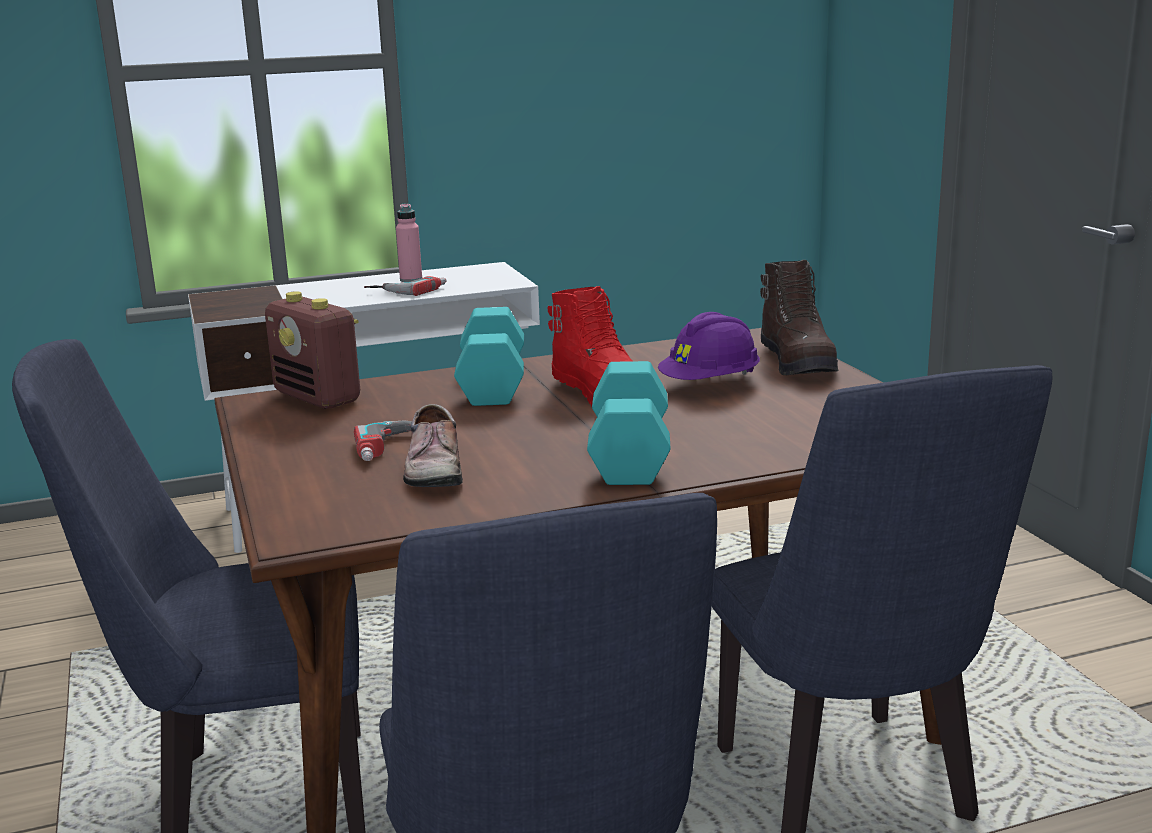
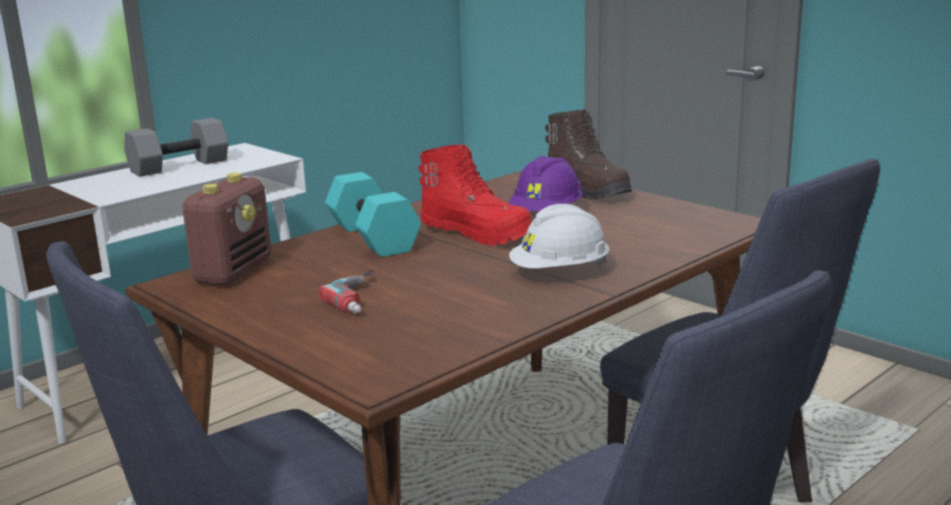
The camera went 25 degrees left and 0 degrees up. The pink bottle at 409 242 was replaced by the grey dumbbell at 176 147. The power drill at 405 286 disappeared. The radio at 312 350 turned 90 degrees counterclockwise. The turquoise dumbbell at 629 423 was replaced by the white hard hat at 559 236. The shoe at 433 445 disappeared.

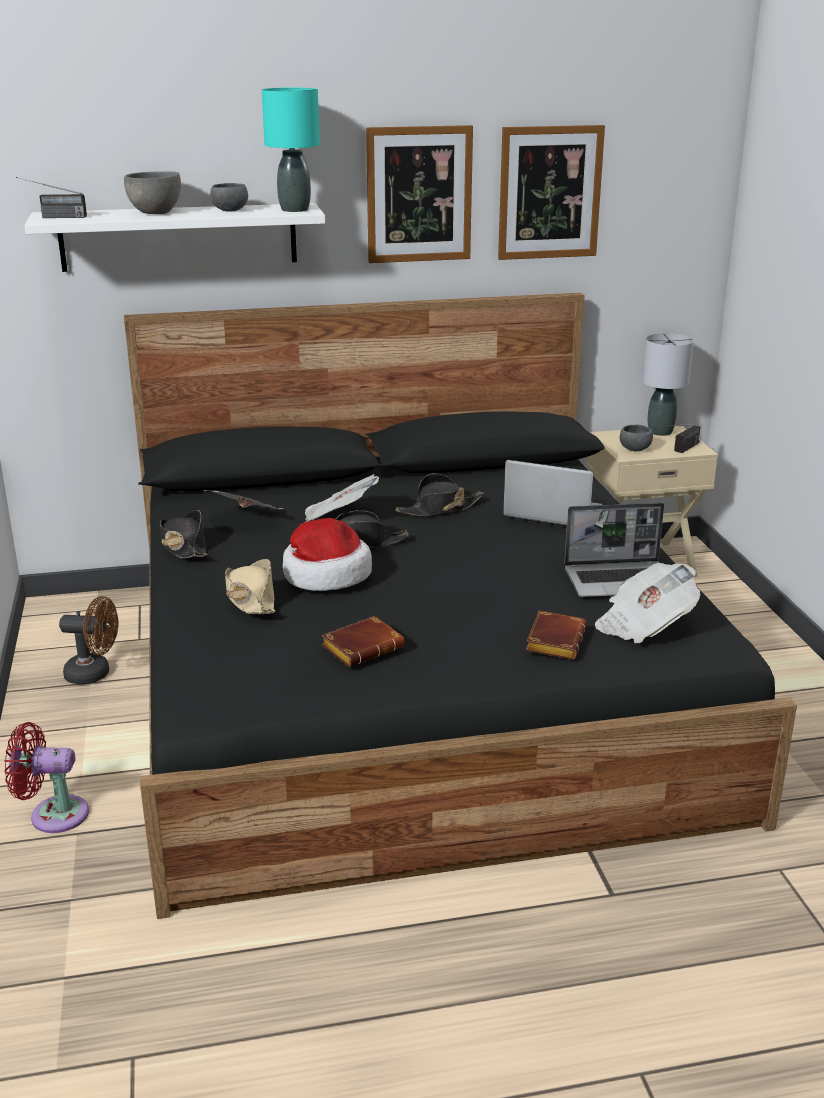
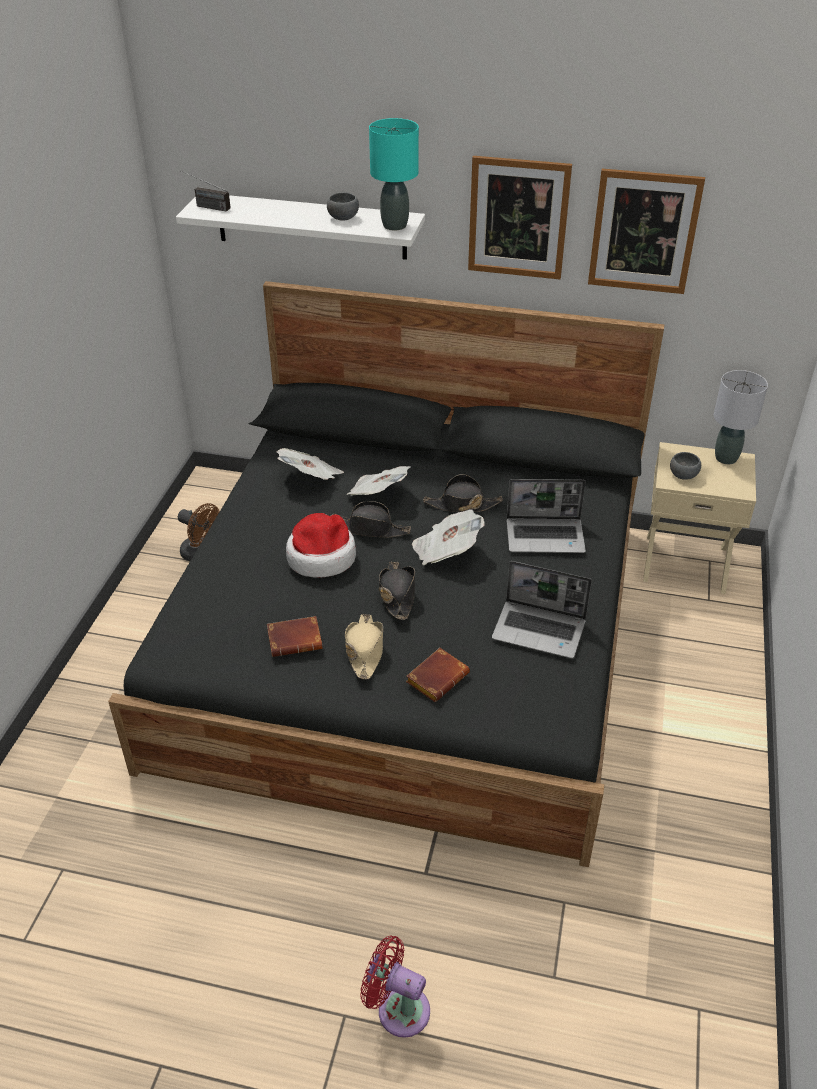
The camera went 25 degrees right and 15 degrees up. The grey bowl at 152 192 disappeared. The radio at 686 438 disappeared. The laptop at 553 493 turned 135 degrees clockwise. The black hat moved from 183 534 to 397 591. The beige hat moved from 250 586 to 364 647. The newspaper moved from 647 603 to 448 537. The red fan moved from 46 777 to 395 987.

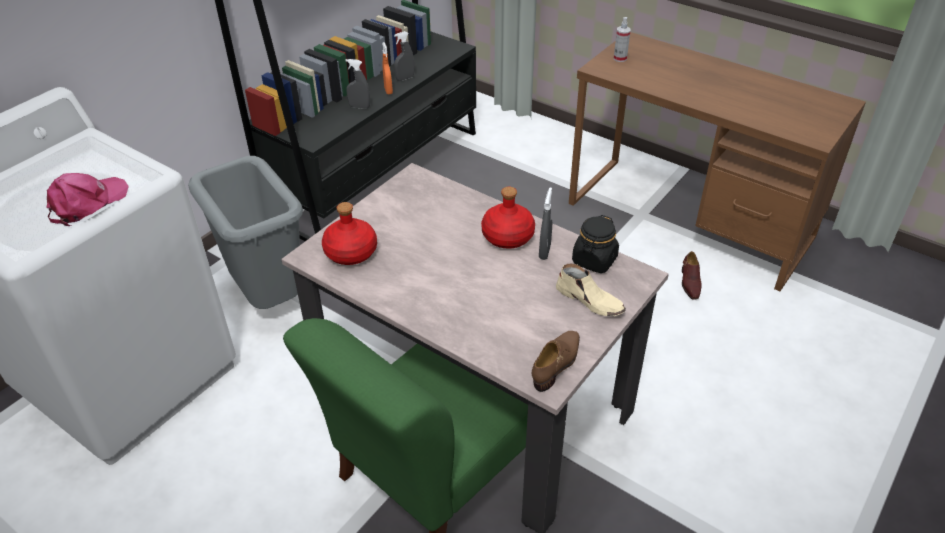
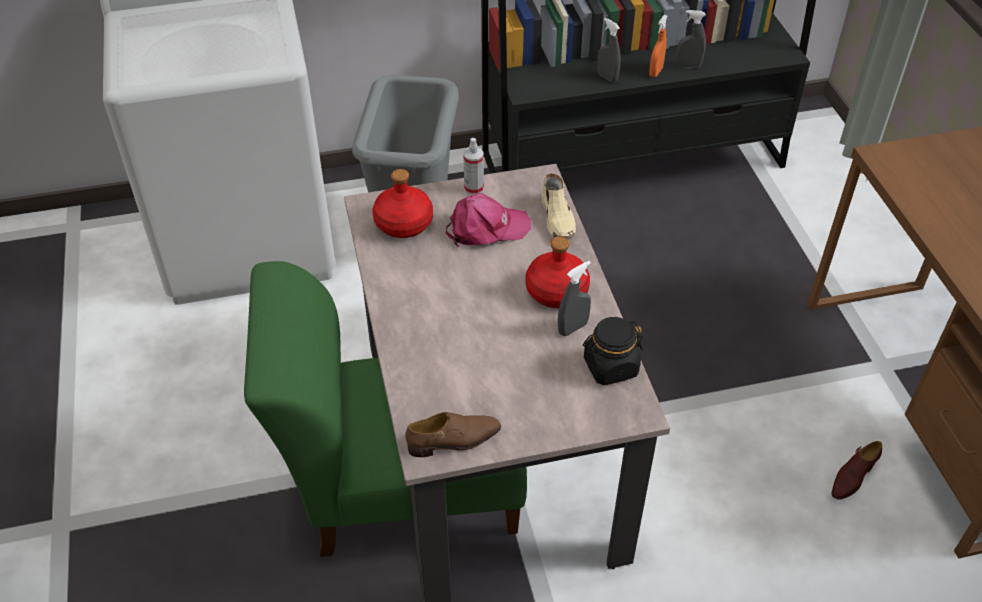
The camera went 40 degrees right and 5 degrees up. The spray bottle moved from 622 39 to 473 166. The pink cap moved from 87 199 to 488 220. The beige shoe moved from 591 290 to 559 206.

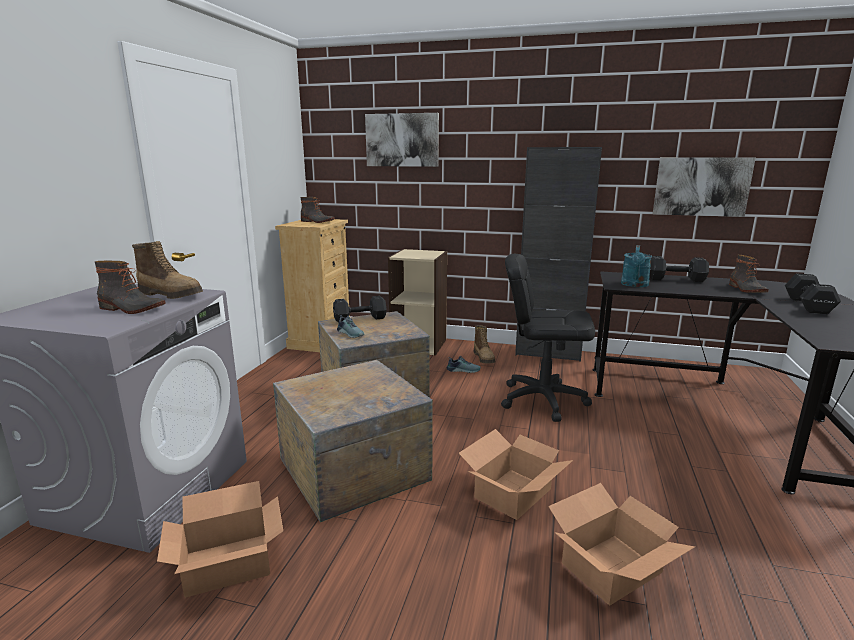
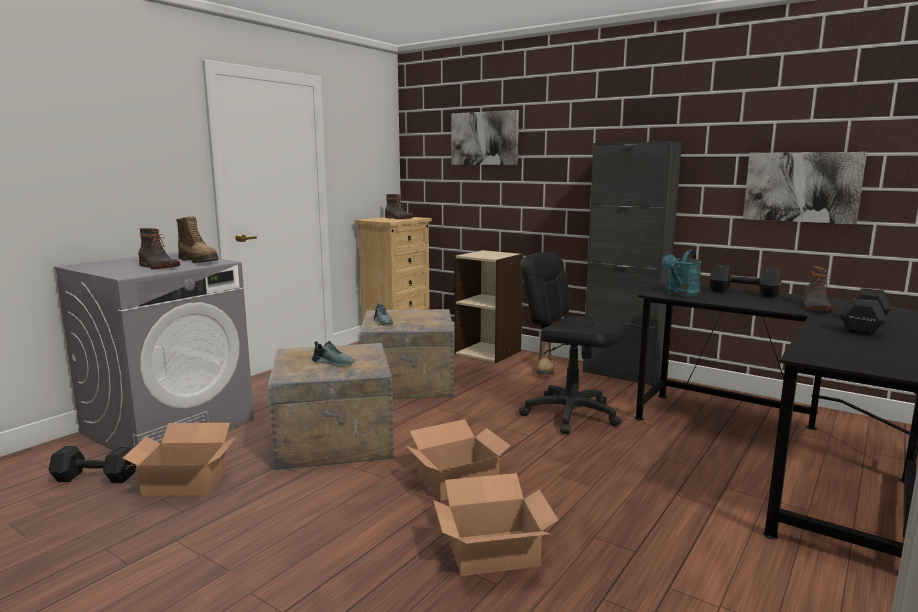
The camera went 20 degrees right and 5 degrees down. The black dumbbell moved from 360 309 to 92 464. The shoe moved from 464 364 to 333 354.

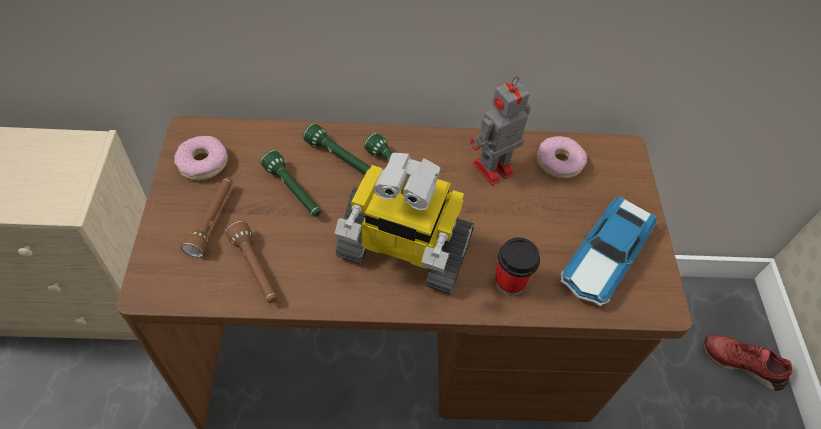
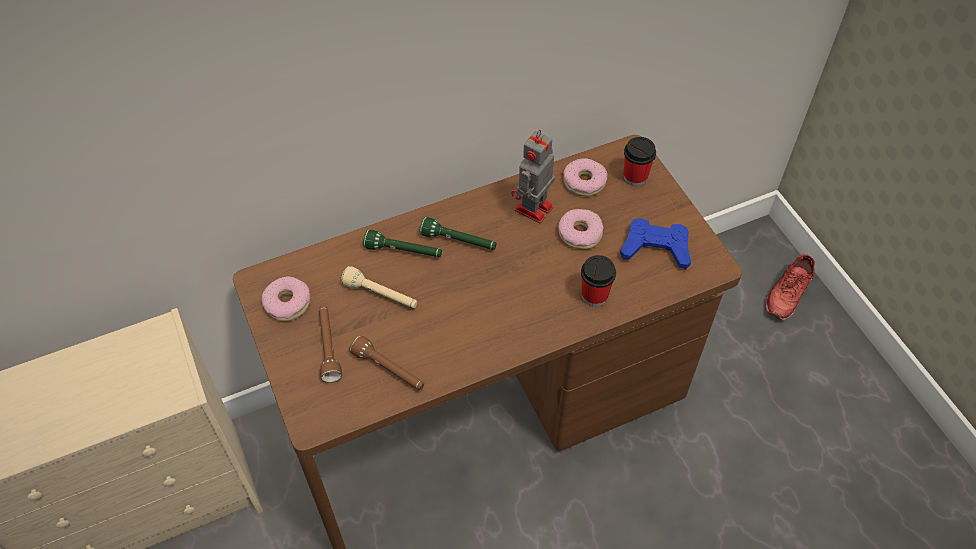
The camera went 20 degrees left and 0 degrees up. The green flashlight at 291 183 became the beige flashlight at 379 287. The toy robot at 405 223 disappeared. The toy car at 608 251 was replaced by the blue game controller at 655 243. The red shoe at 748 363 turned 60 degrees counterclockwise. The cup at 640 161 appeared. The donut at 580 229 appeared.

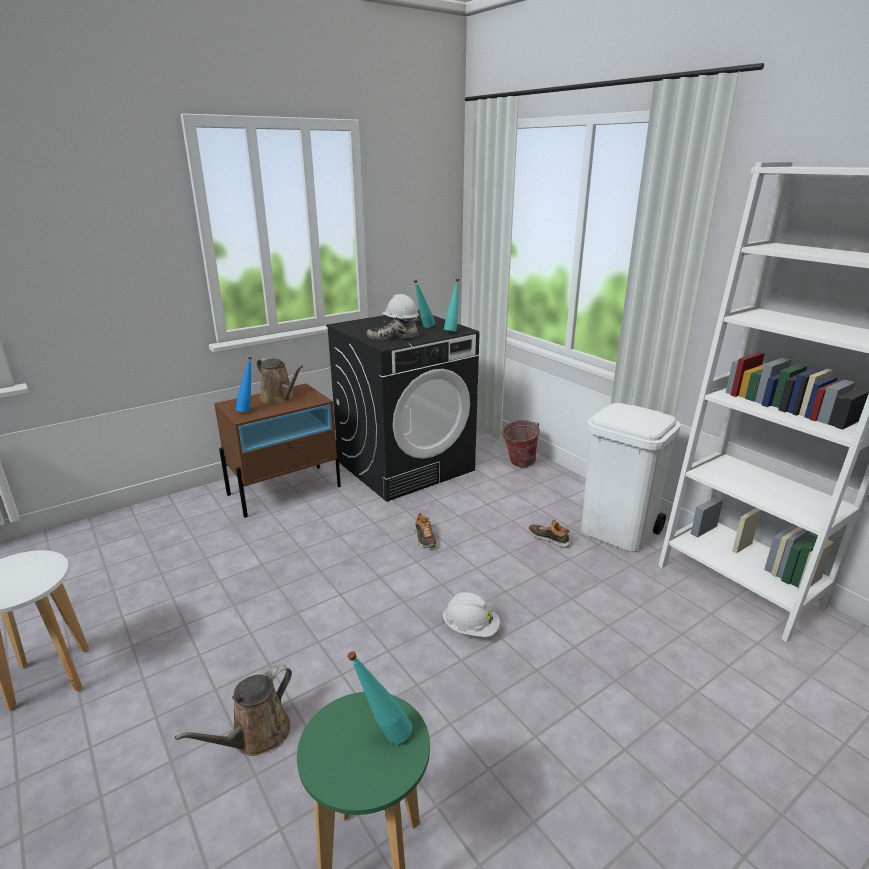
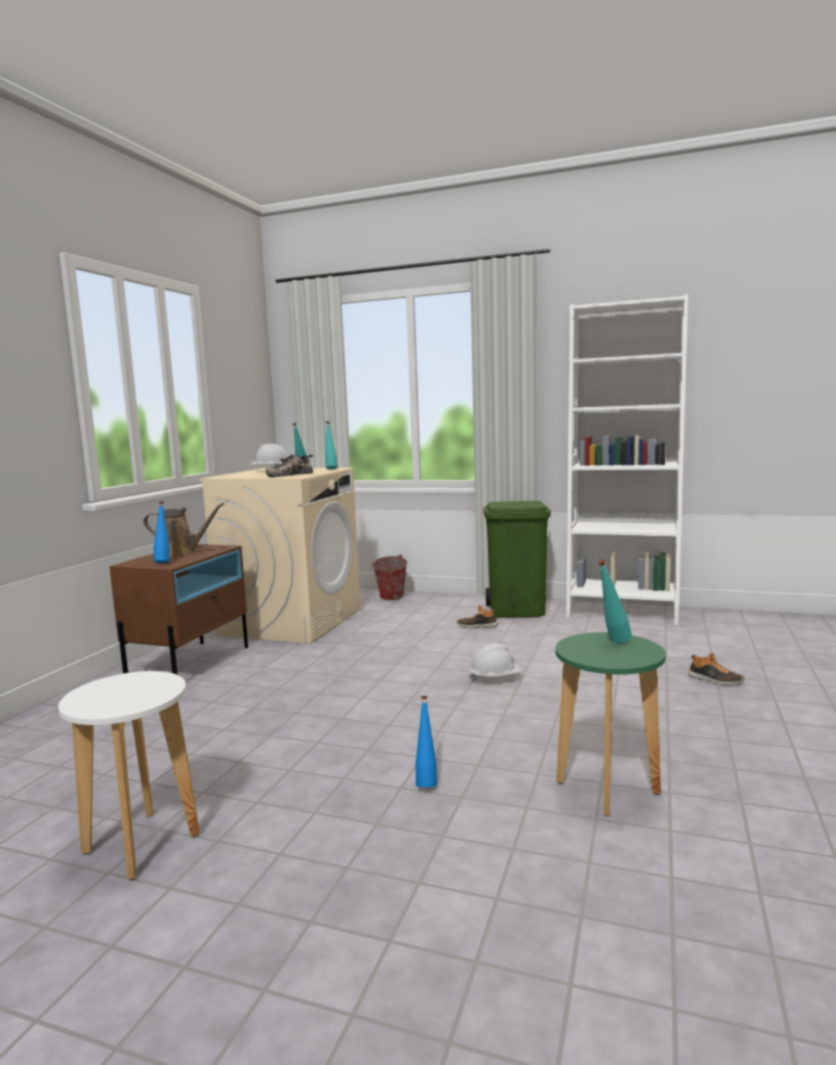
The camera went 35 degrees left and 15 degrees down. The black washing machine at 403 406 became the beige washing machine at 280 556. The white trash can at 631 477 became the green trash can at 517 559. The shoe moved from 426 530 to 716 669. The brown watering can at 233 710 was replaced by the blue bottle at 426 741.

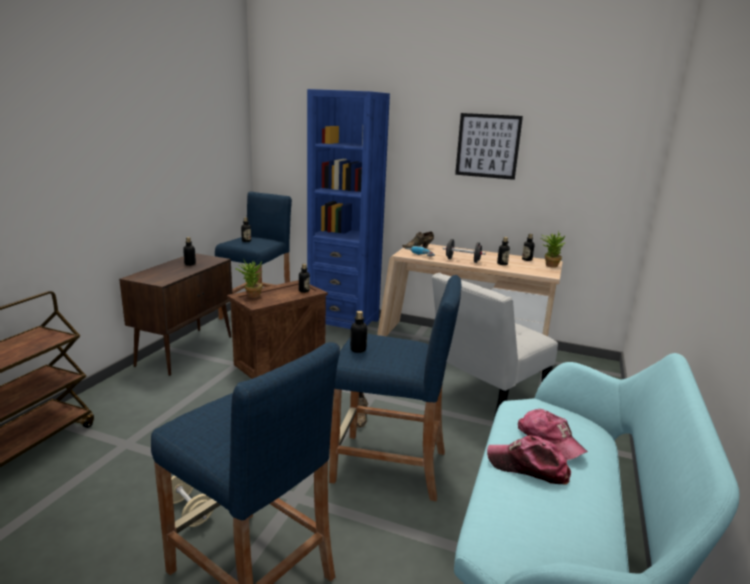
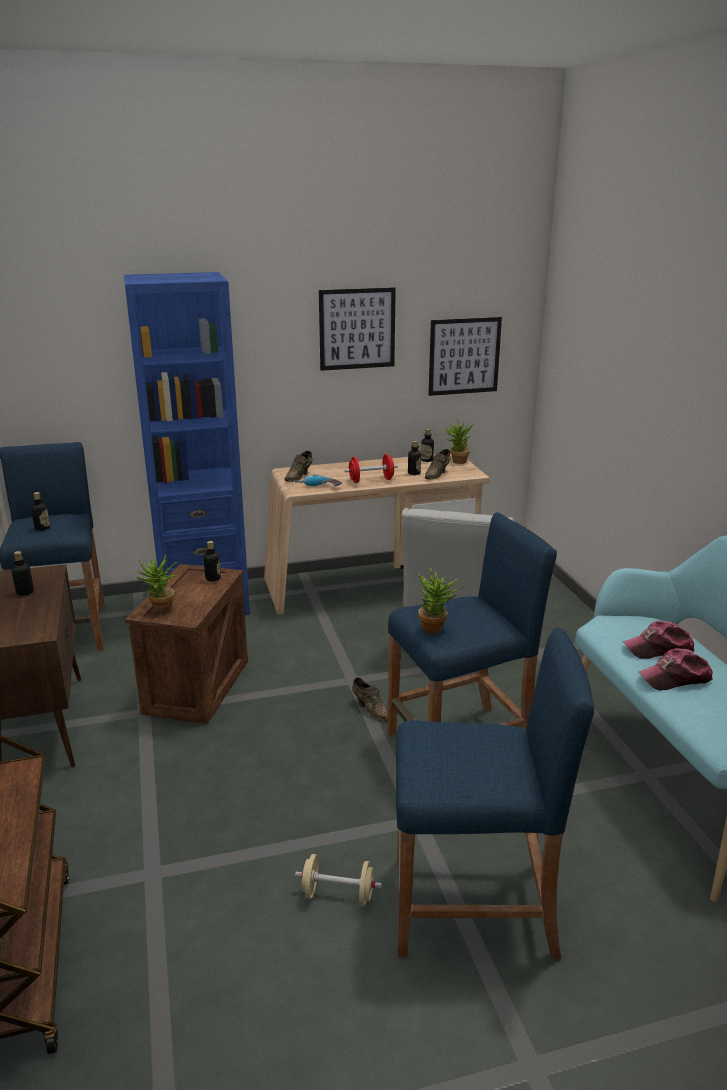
The camera went 35 degrees left and 5 degrees up. The black dumbbell at 464 251 became the red dumbbell at 371 468. The bottle at 358 332 was replaced by the potted plant at 441 600. The cap at 553 434 turned 150 degrees clockwise. The picture at 465 356 appeared. The brown shoe at 438 464 appeared.

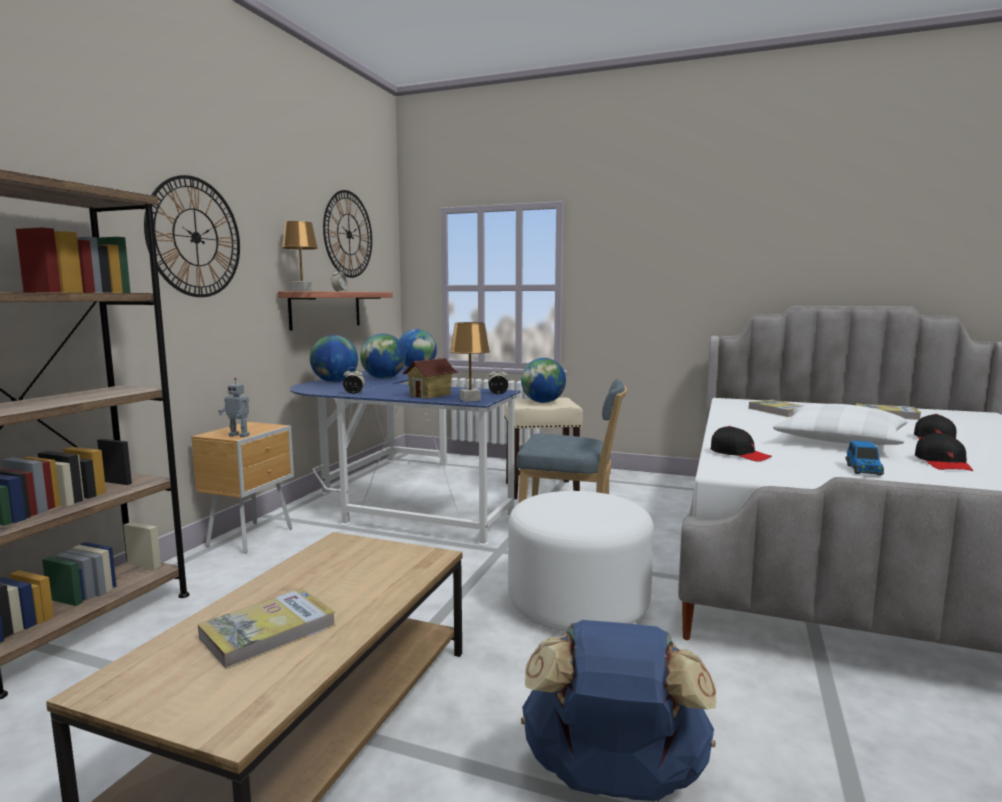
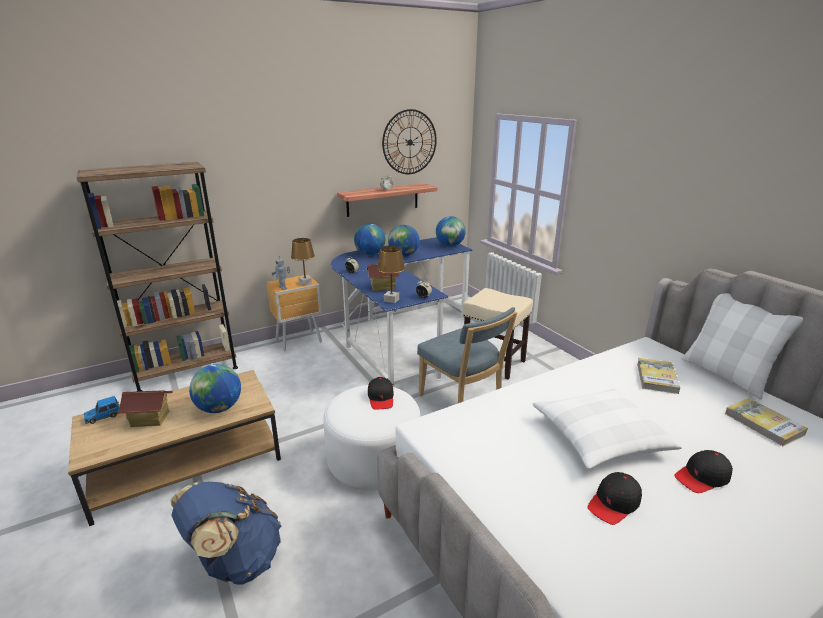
The camera went 40 degrees right and 15 degrees up. The wall clock at 192 236 disappeared. The brown table lamp moved from 300 256 to 303 262. The globe moved from 543 380 to 215 388. The black cap moved from 741 444 to 381 393. The toy car moved from 864 458 to 102 410. The book at 267 628 was replaced by the toy house at 145 408. The white pillow at 742 346 appeared.

